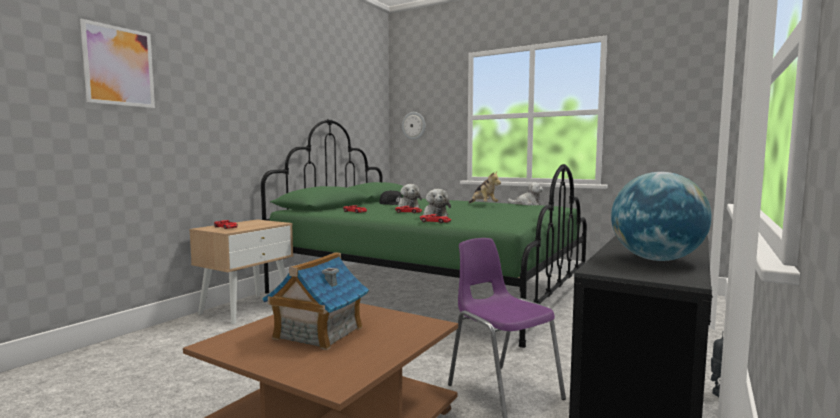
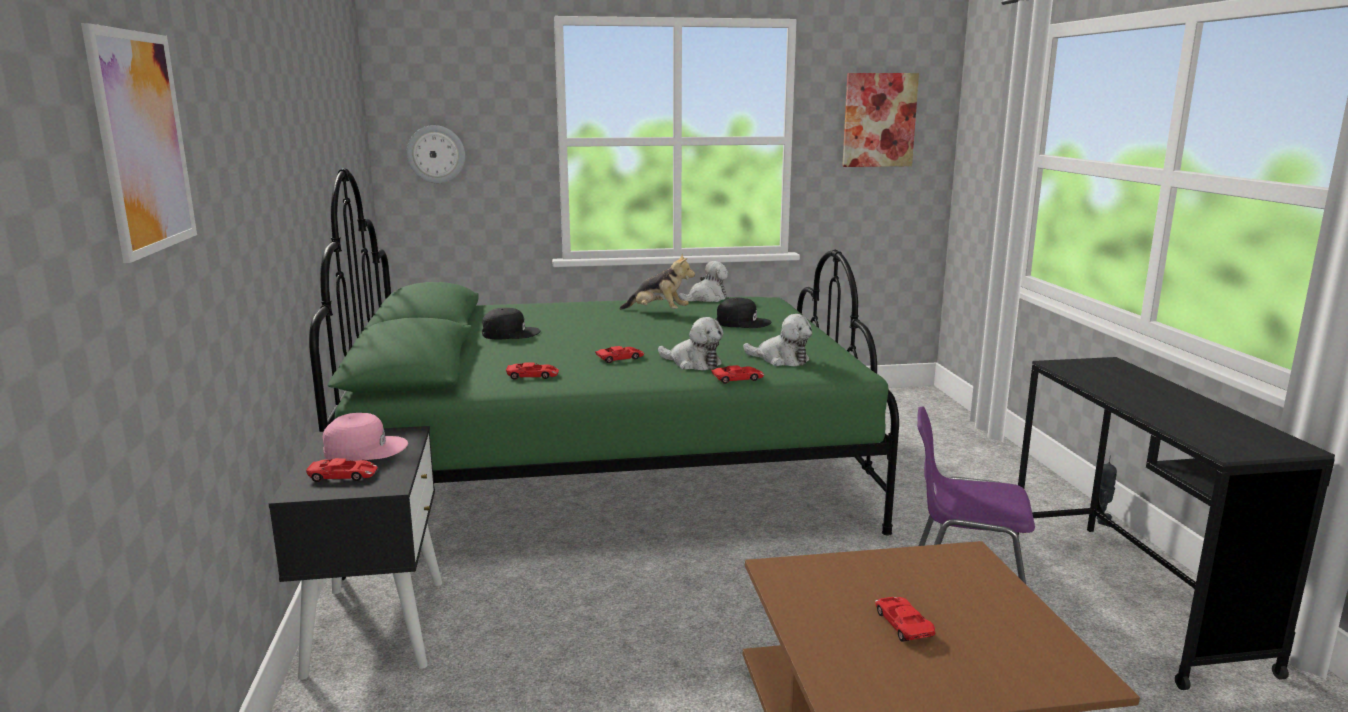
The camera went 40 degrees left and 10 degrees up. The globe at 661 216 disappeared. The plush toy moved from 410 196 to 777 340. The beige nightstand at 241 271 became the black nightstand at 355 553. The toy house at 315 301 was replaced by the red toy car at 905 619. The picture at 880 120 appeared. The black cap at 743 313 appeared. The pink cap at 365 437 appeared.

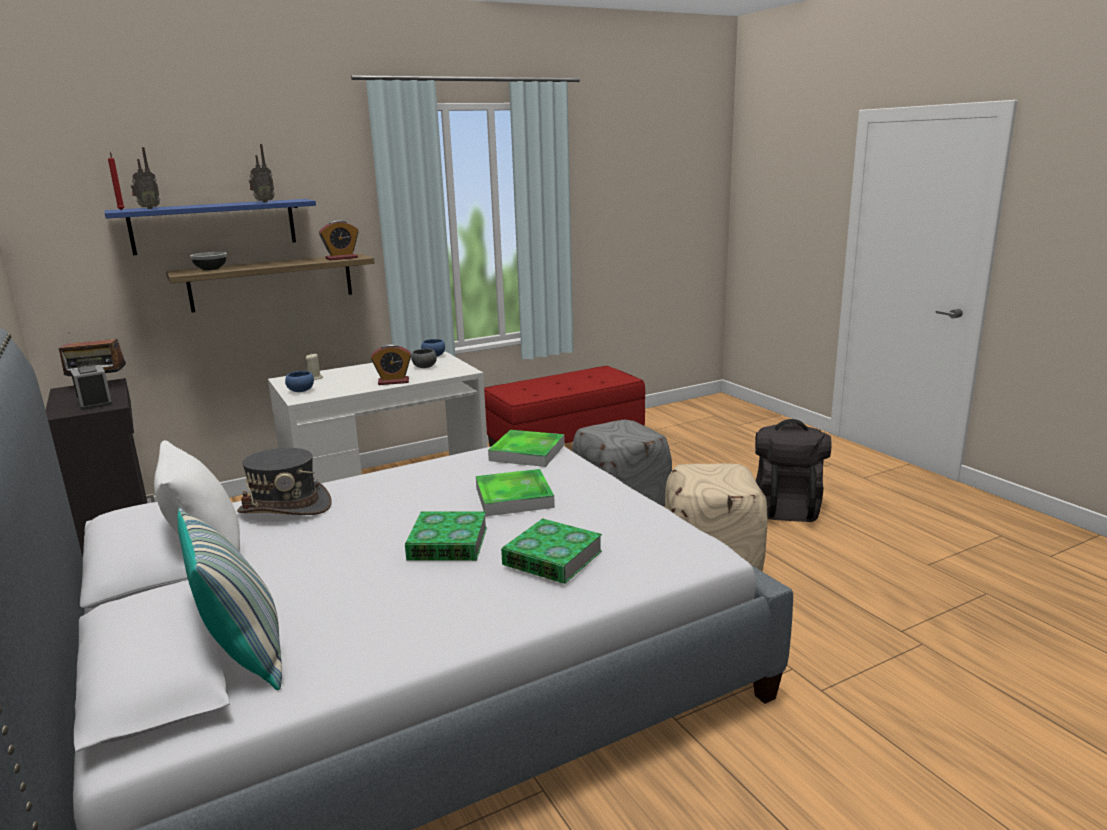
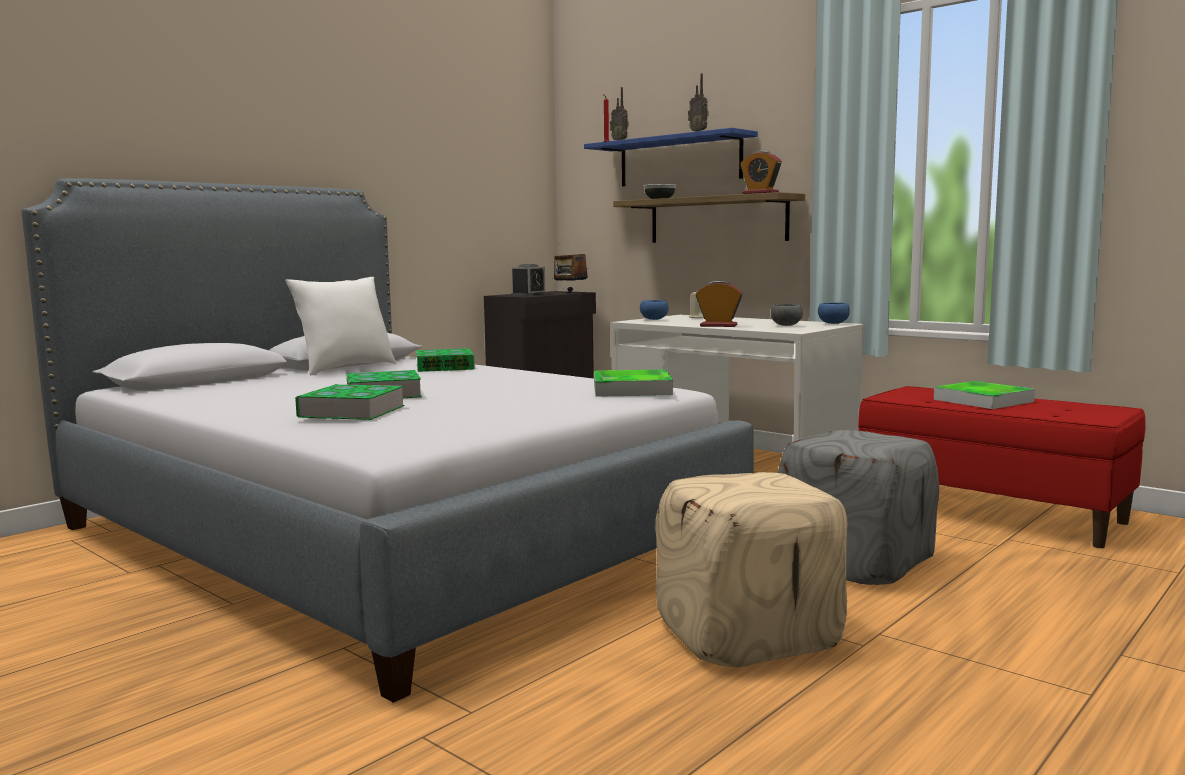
The camera went 70 degrees right and 10 degrees down. The alarm clock at 391 364 turned 135 degrees clockwise. The black backpack at 793 470 disappeared. The grey hat at 284 481 was replaced by the book at 445 360. The tray moved from 515 492 to 984 395. The pillow at 230 599 disappeared.

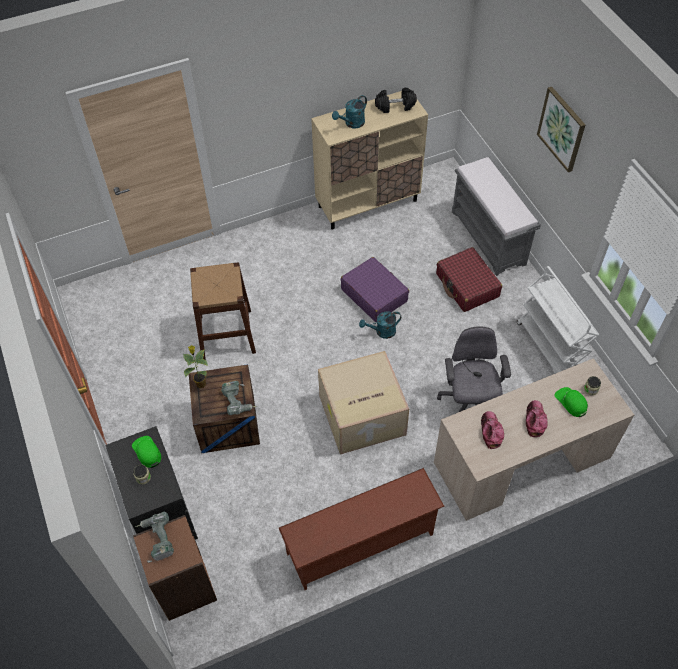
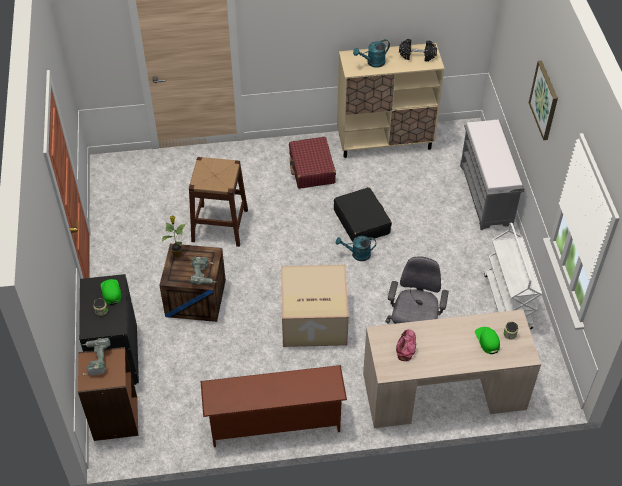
The camera went 15 degrees right and 5 degrees down. The red suitcase moved from 469 279 to 312 163. The purple suitcase at 375 289 became the black suitcase at 363 214. The cap at 537 418 disappeared.

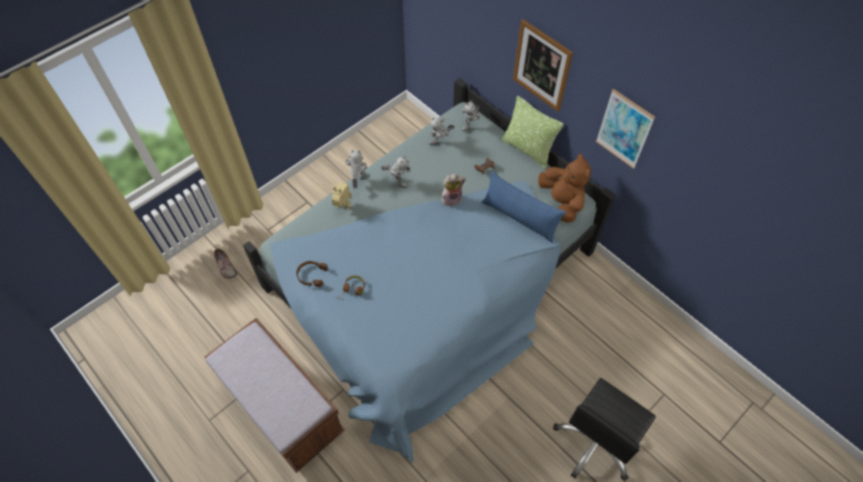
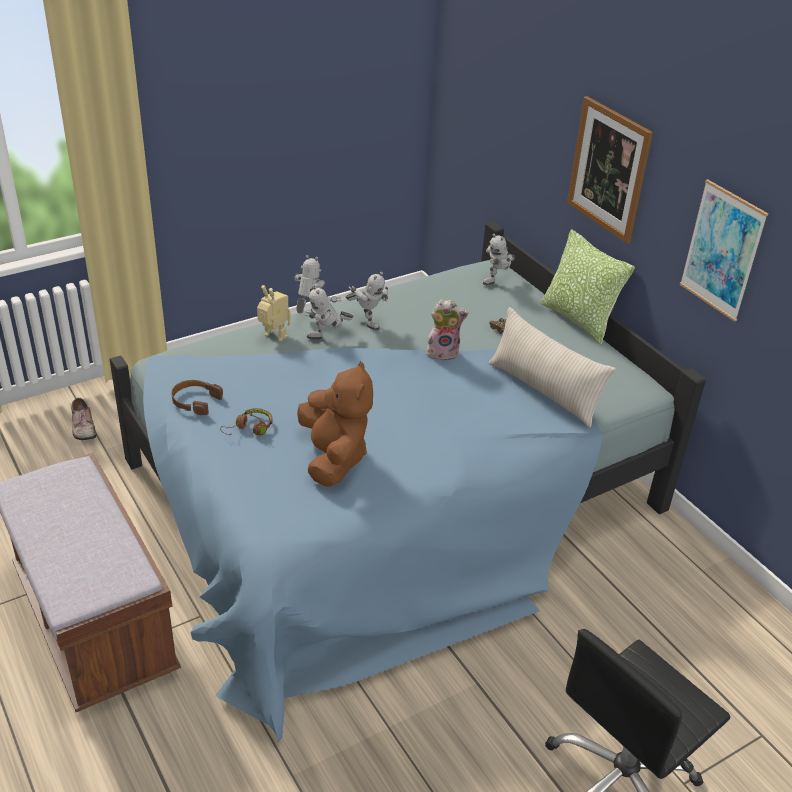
The camera went 10 degrees right and 20 degrees down. The toy robot moved from 442 131 to 329 312. The brown plush toy moved from 564 187 to 335 424. The blue pillow at 524 207 became the beige pillow at 552 367.

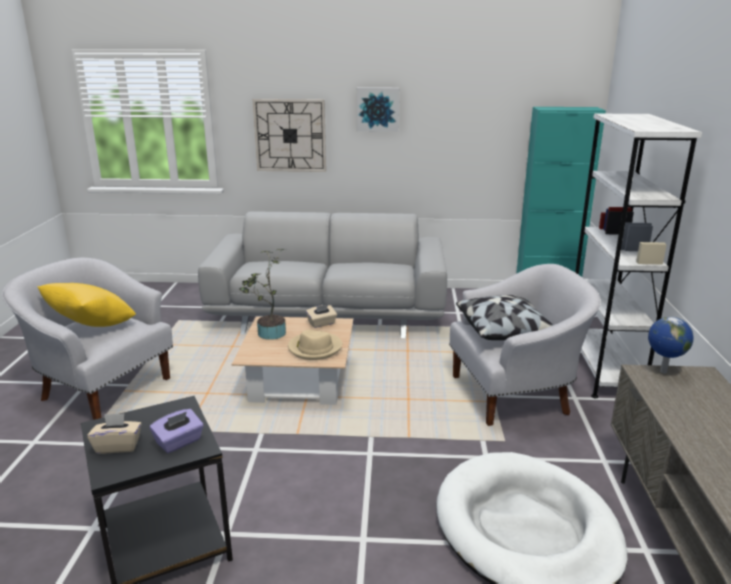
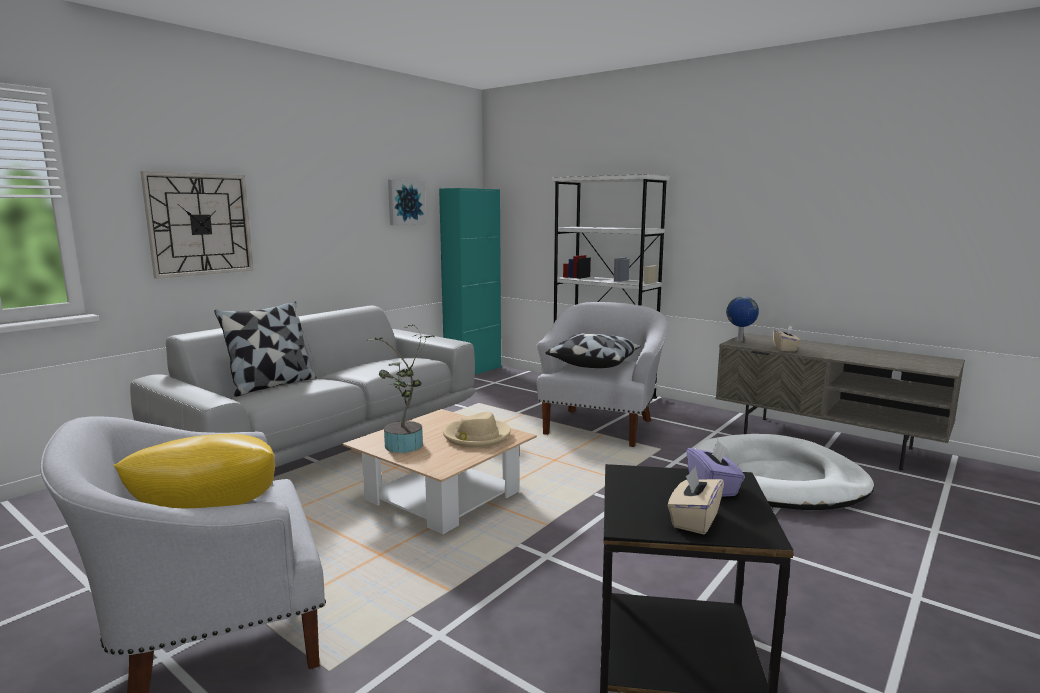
The camera went 55 degrees left and 10 degrees down. The picture moved from 378 109 to 407 202. The beige tissue box moved from 321 316 to 786 338. The pillow at 265 349 appeared.

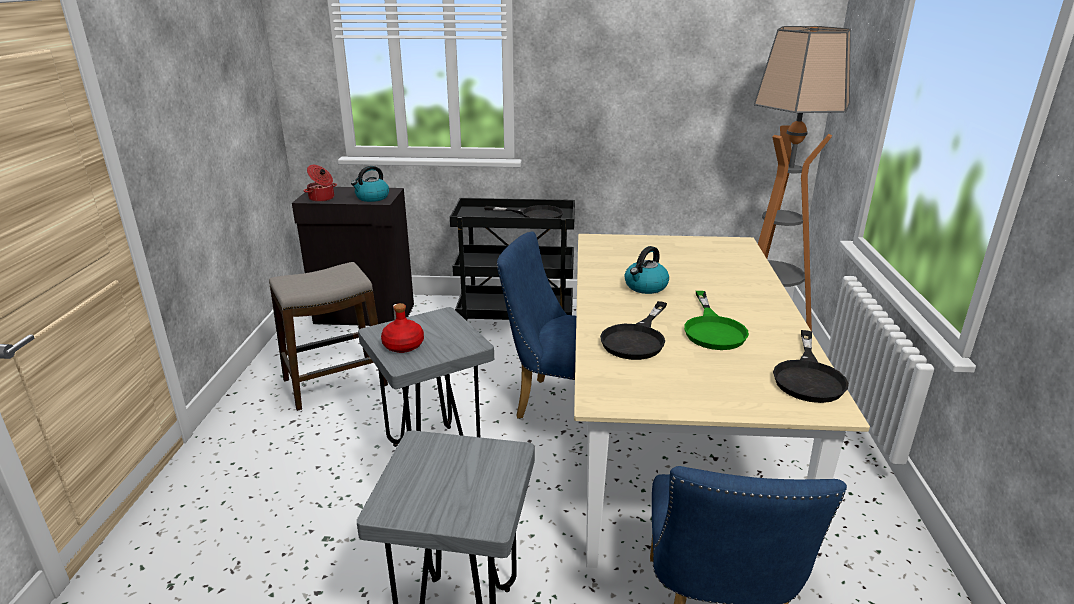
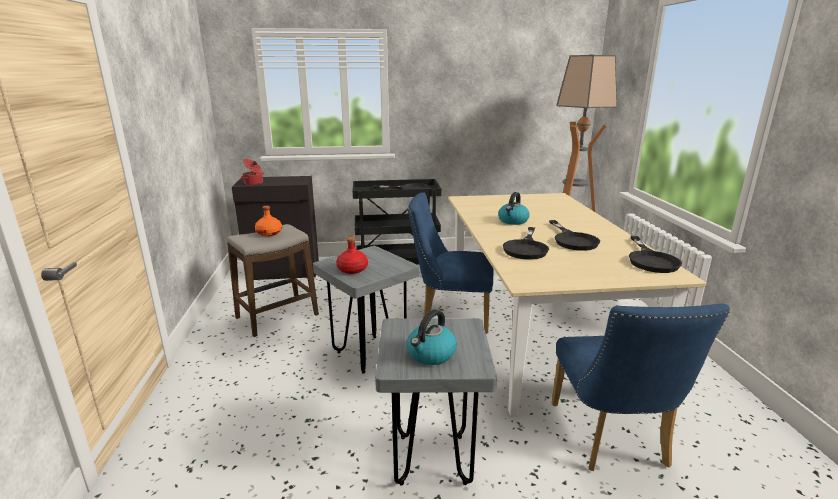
The camera went 10 degrees left and 5 degrees down. The kettle moved from 370 184 to 432 337. The green frying pan at 716 320 became the black frying pan at 574 235. The orange bottle at 268 221 appeared.

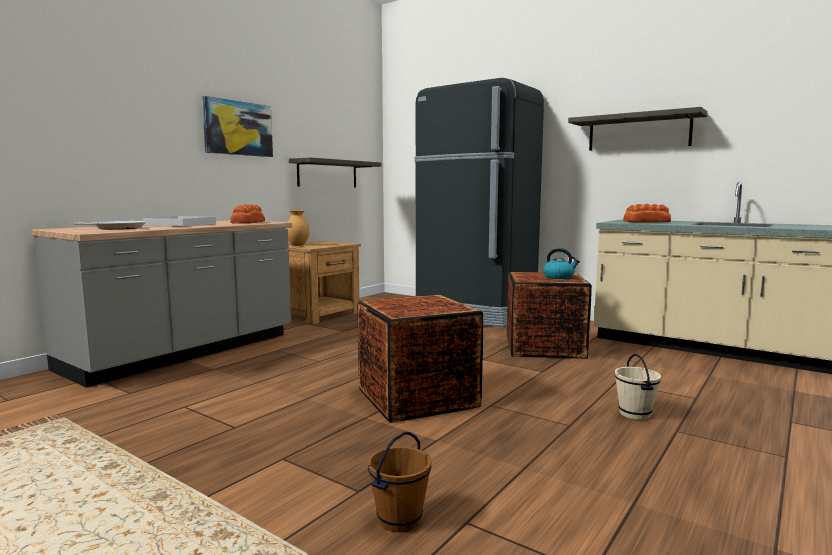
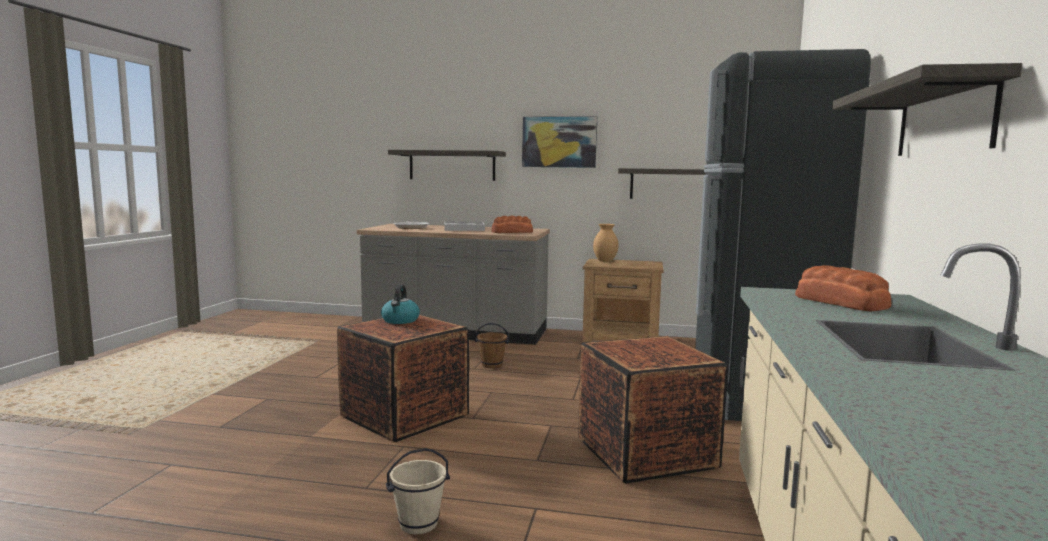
The camera went 65 degrees right and 0 degrees up. The kettle moved from 561 263 to 400 304. The brown bucket moved from 400 482 to 492 345. The shelf at 447 165 appeared.

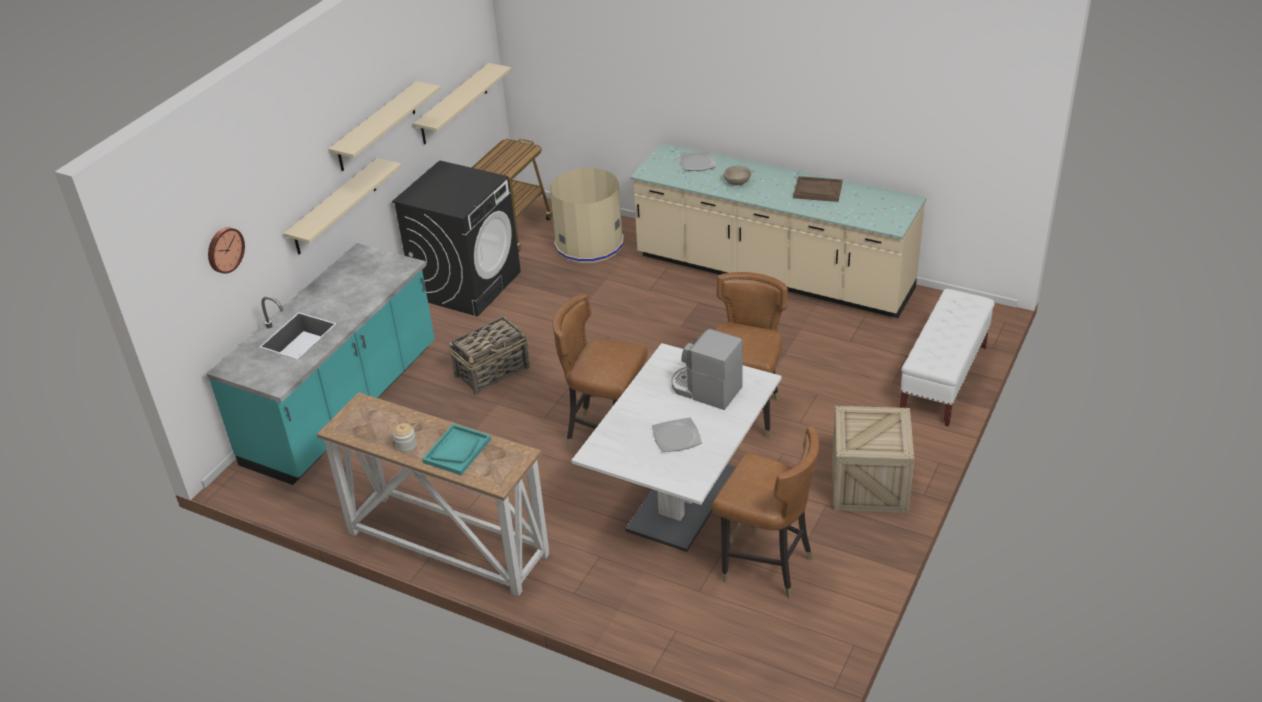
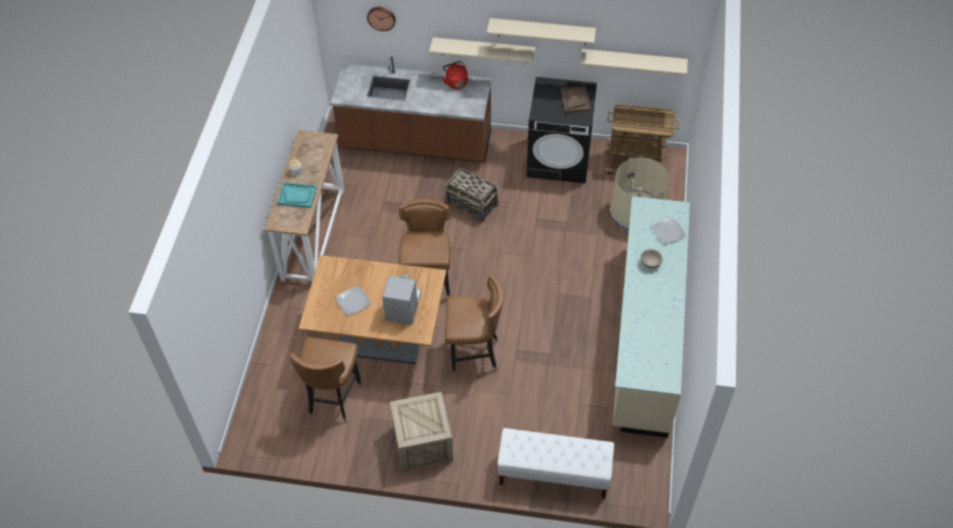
The camera went 70 degrees right and 15 degrees up. The brown tray moved from 817 189 to 575 99. The turquoise counter at 320 364 became the brown counter at 411 109. The white dining table at 676 447 became the brown dining table at 373 309. The red kettle at 455 75 appeared.

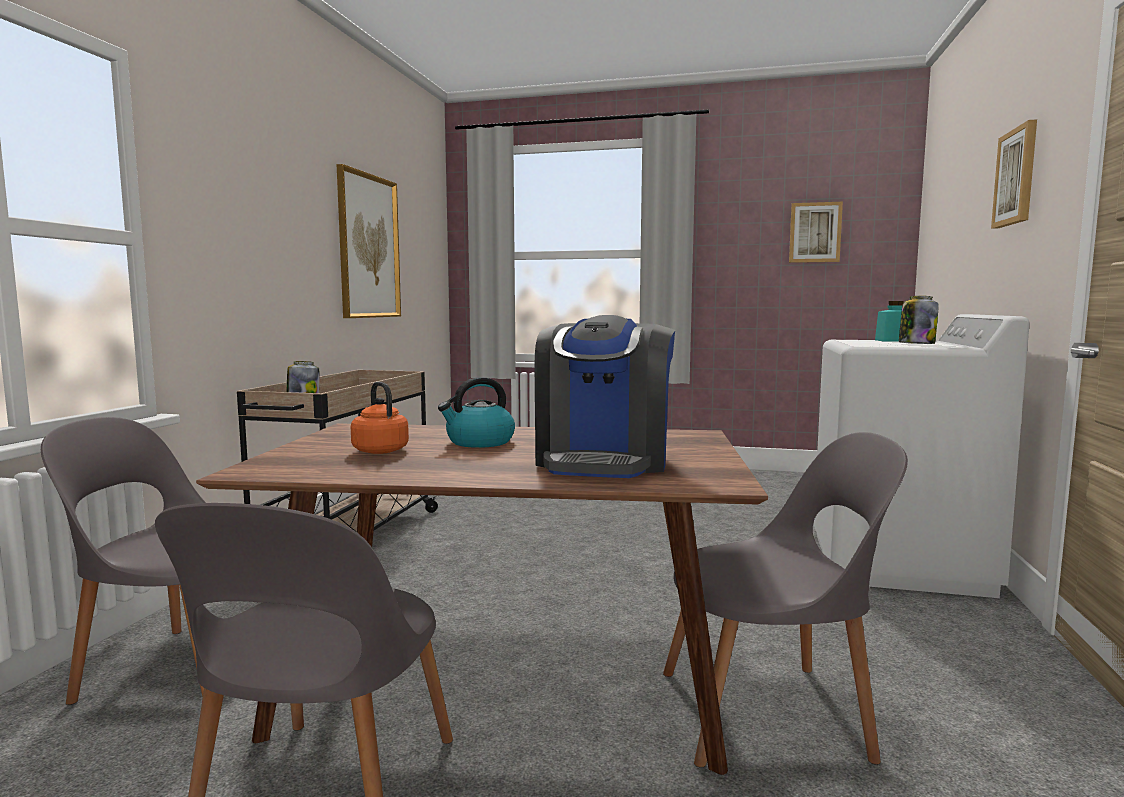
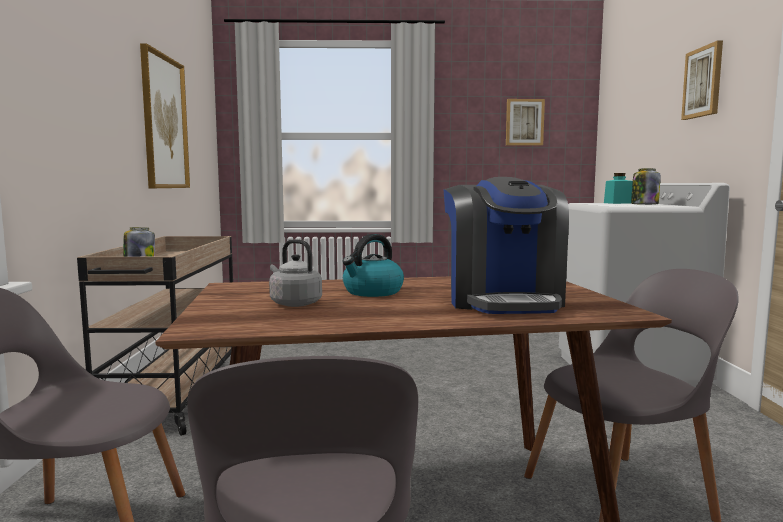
The camera went 15 degrees left and 0 degrees up. The orange kettle at 380 418 became the grey kettle at 295 273.

